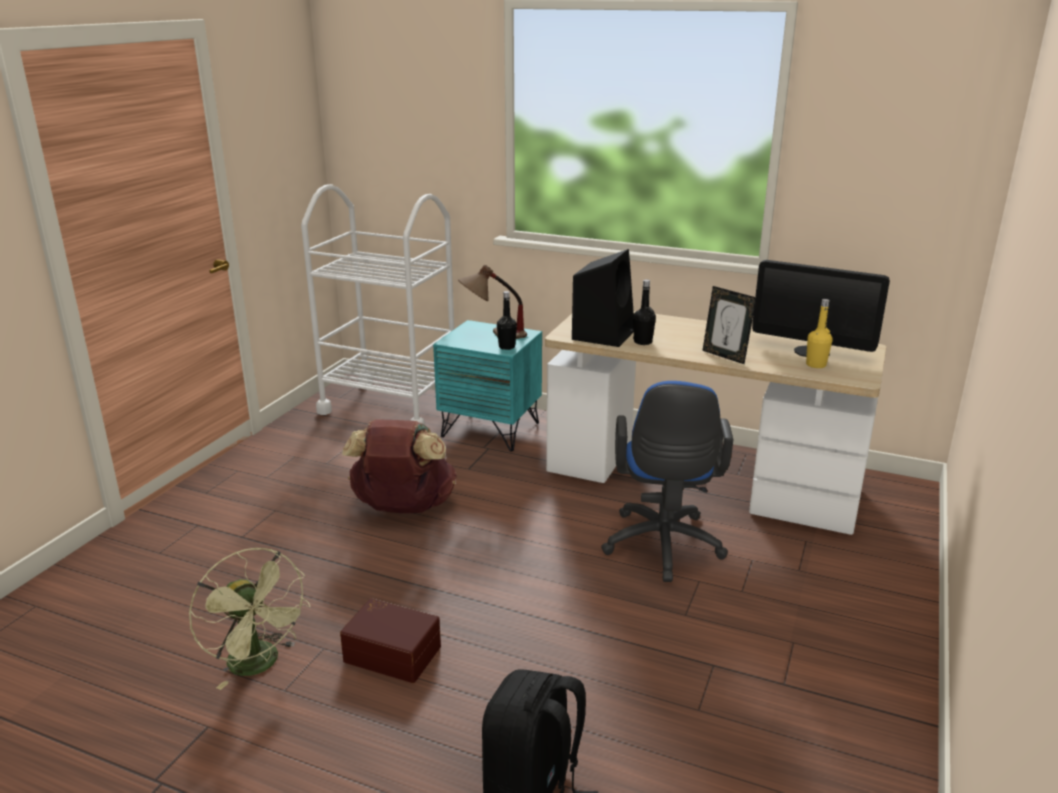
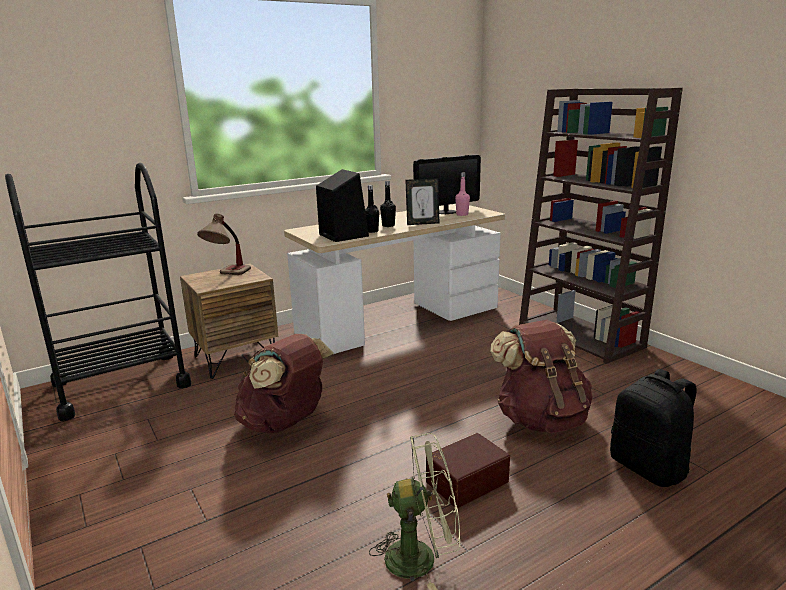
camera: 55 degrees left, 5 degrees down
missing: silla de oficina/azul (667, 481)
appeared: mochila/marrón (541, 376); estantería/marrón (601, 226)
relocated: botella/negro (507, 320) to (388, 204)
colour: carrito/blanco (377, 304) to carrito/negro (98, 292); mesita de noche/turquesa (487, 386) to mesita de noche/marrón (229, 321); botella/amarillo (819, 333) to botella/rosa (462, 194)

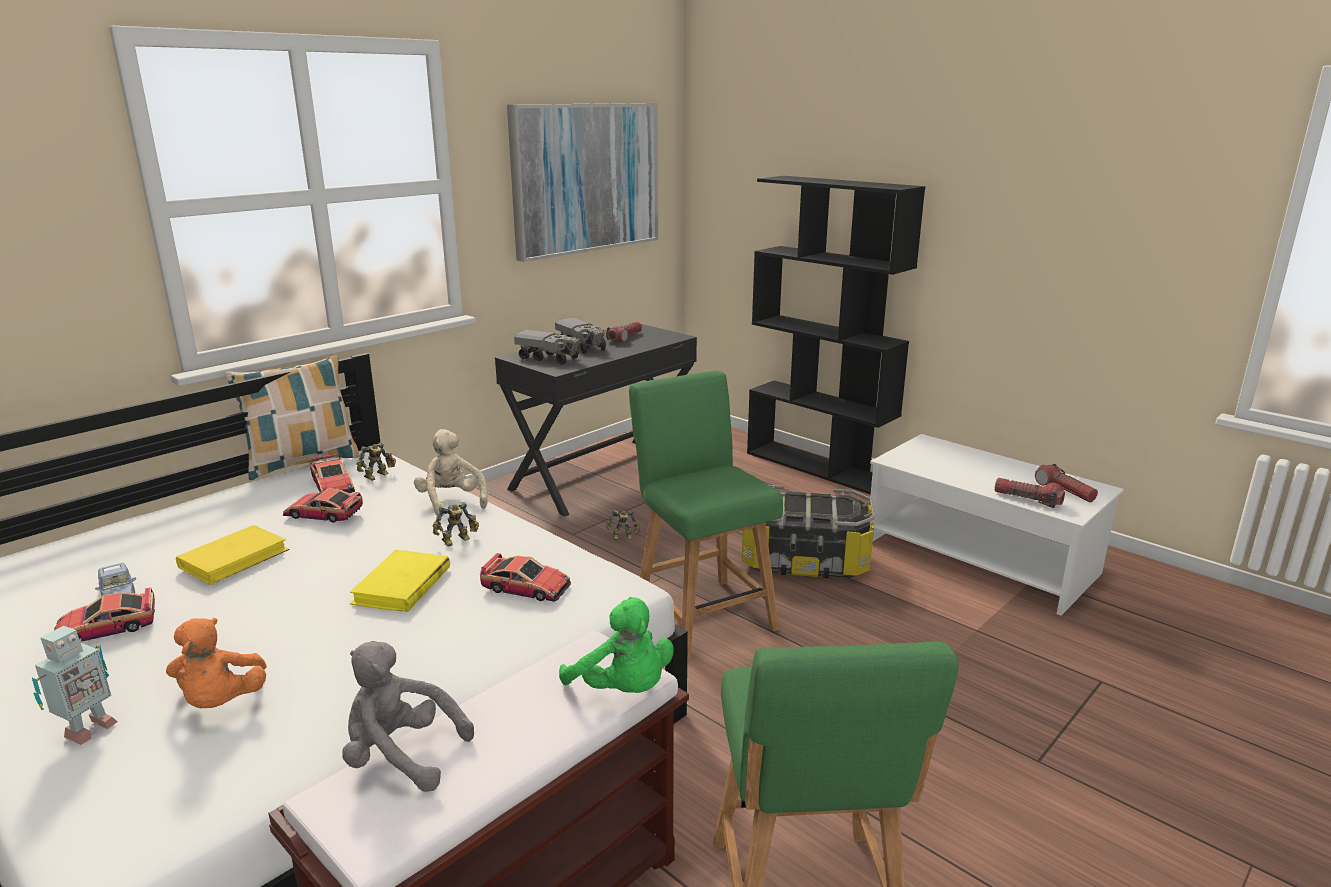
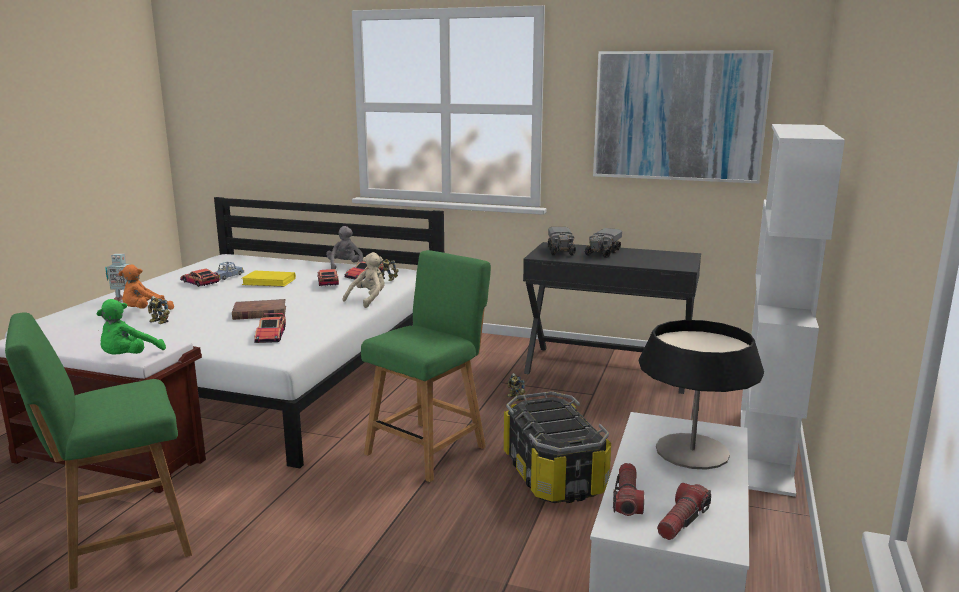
camera: 65 degrees right, 5 degrees down
missing: cojín (292, 418); linterna (624, 332)
appeared: lámpara de mesa (701, 394)
relocated: robot de juguete (455, 524) to (159, 310); peluche/gris (408, 716) to (344, 247)
colour: libro/amarillo (400, 581) to libro/marrón (259, 309); estantería/negro (836, 335) to estantería/blanco (793, 310)

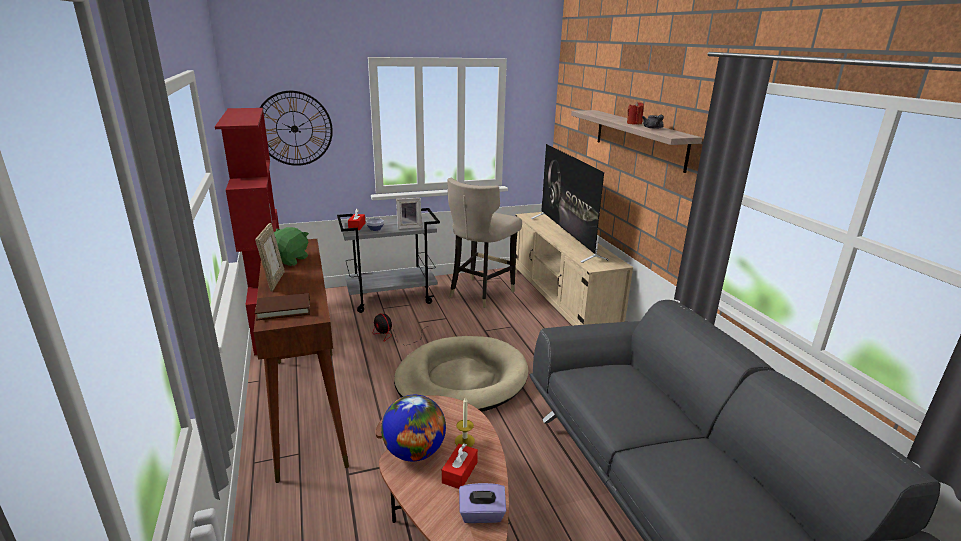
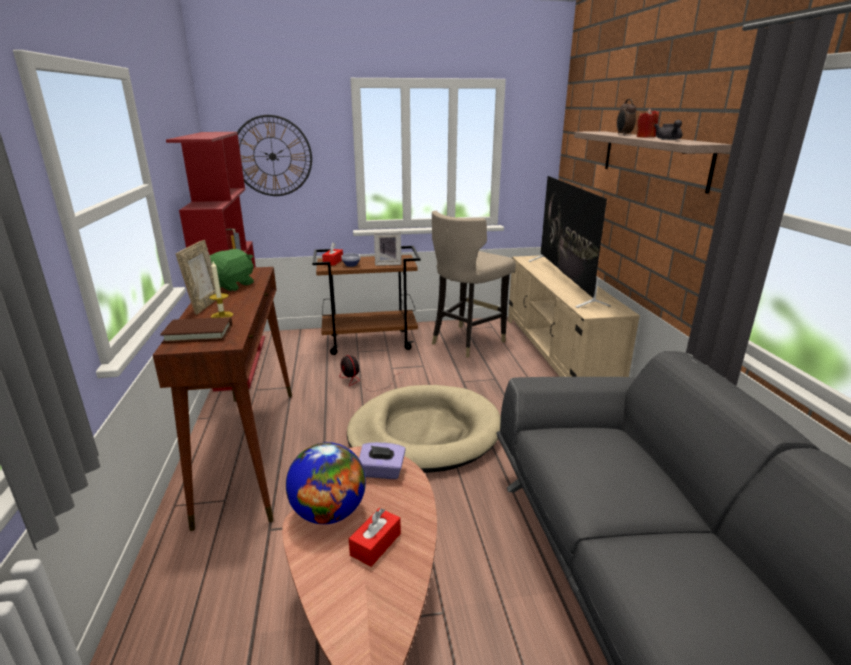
camera: 10 degrees right, 0 degrees up
appeared: despertador (626, 117)
relocated: vela (465, 422) to (221, 290); caja de pañuelos/morado (482, 503) to (382, 460)
colour: carrito/gris (388, 260) to carrito/marrón (366, 300)

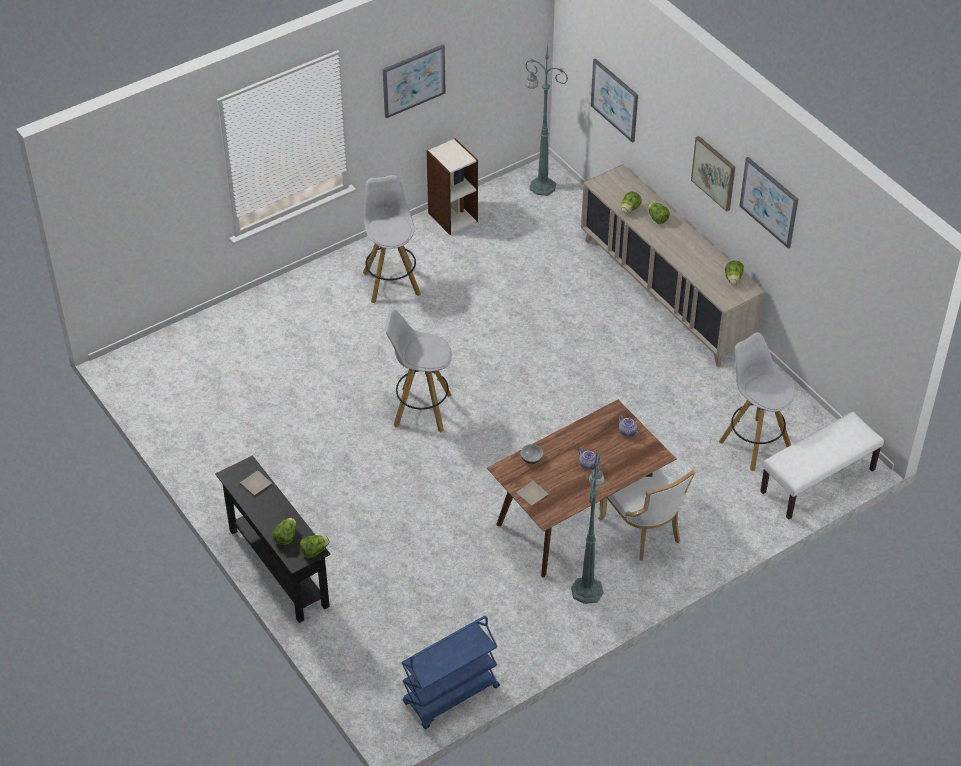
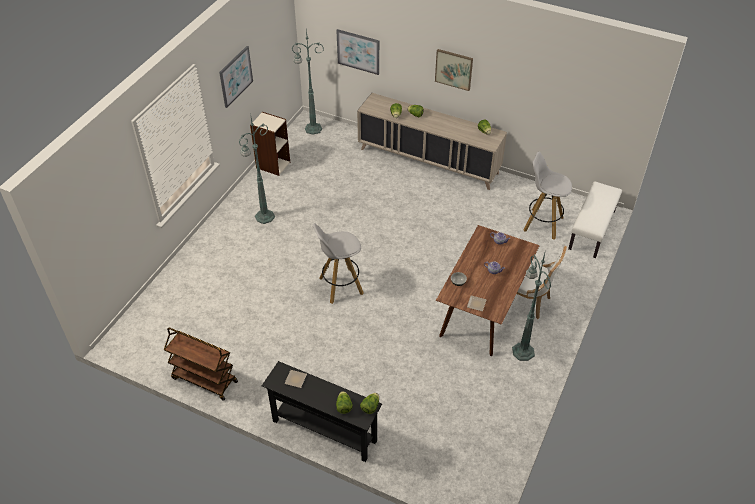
camera: 30 degrees left, 0 degrees up
missing: carrito/azul (451, 672); cuadro (768, 203)
appeared: carrito/marrón (201, 364)
exchanged: taburete/blanco (392, 239) to lámpara de pie/verde (257, 168)

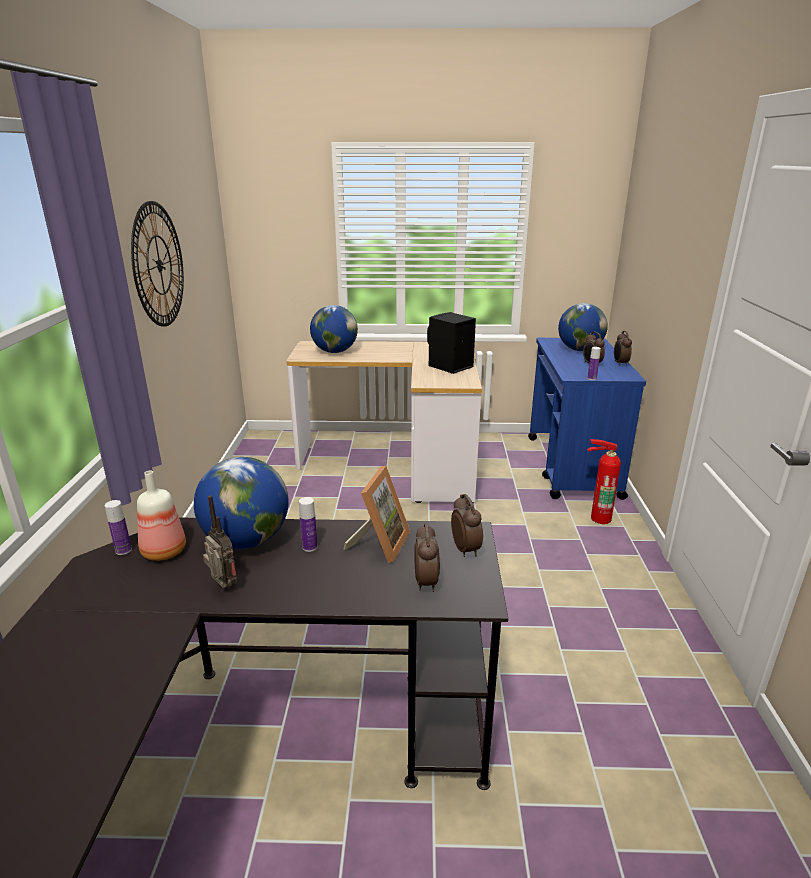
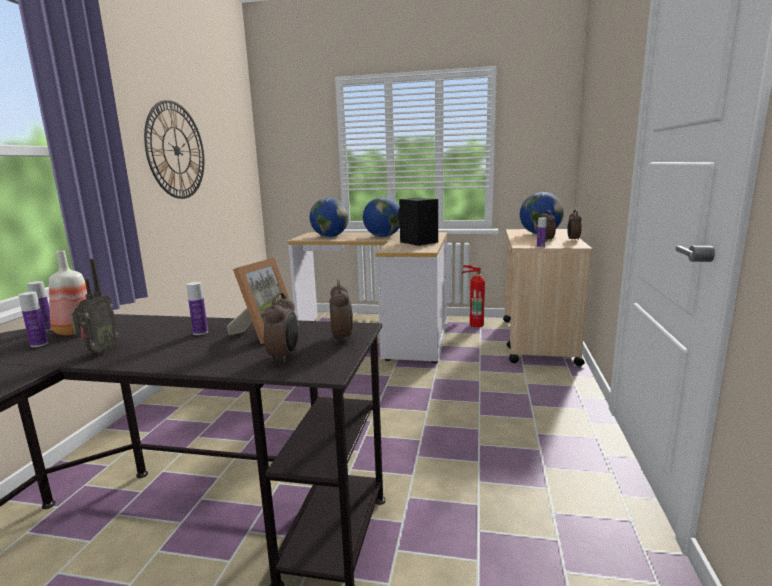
camera: 10 degrees right, 10 degrees down
appeared: botella (33, 319)
relocated: globo terráqueo (241, 503) to (381, 217); extintor (604, 481) to (473, 296)
colour: carrito/azul (587, 419) to carrito/beis (547, 297)
spun: radio (220, 541) = (94, 306) 45 degrees clockwise

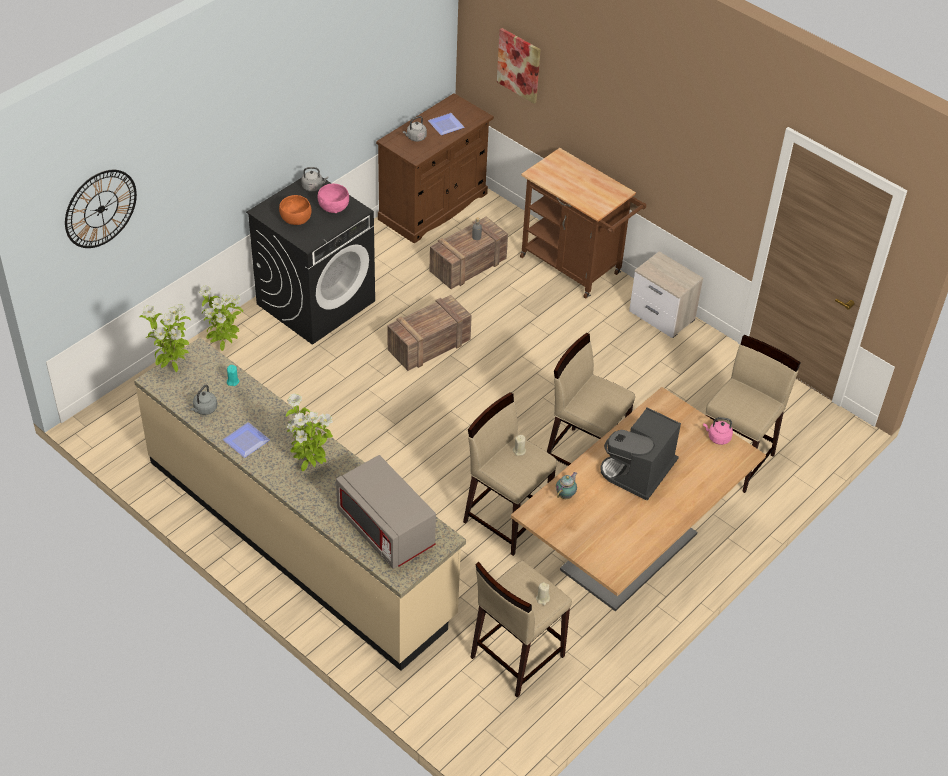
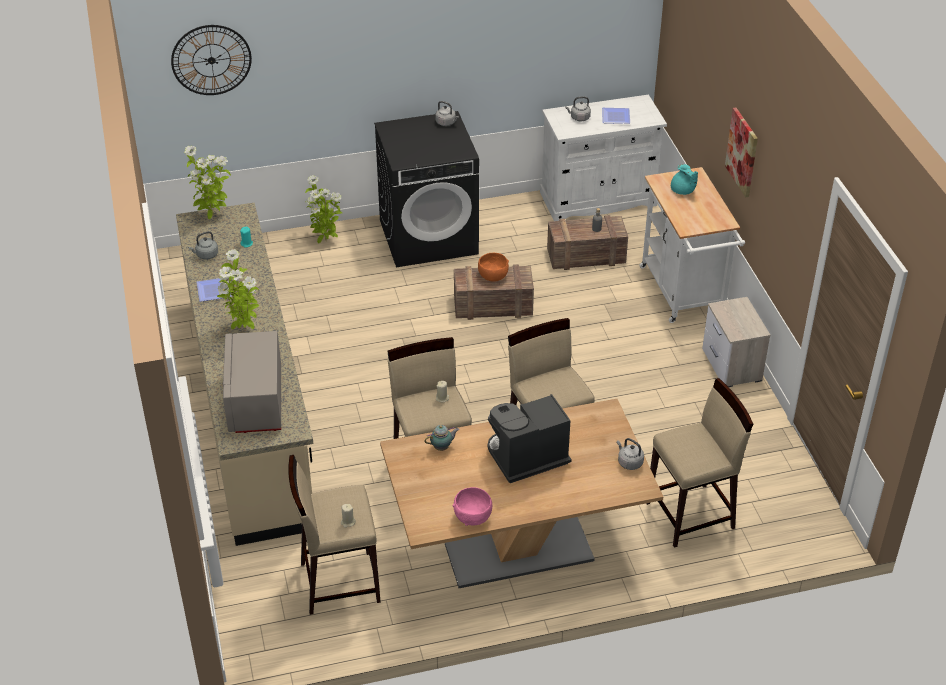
camera: 35 degrees right, 5 degrees down
appeared: tetera/turquesa (684, 179)
relocated: cuenco/rosa (333, 198) to (472, 506); cuenco/naranja (295, 210) to (493, 267); cuadro (519, 66) to (741, 152)
colour: armario/marrón (435, 168) to armario/blanco (603, 157); hervidor/rosa (718, 431) to hervidor/gris (630, 454); carrito/marrón (583, 223) to carrito/blanco (692, 245)

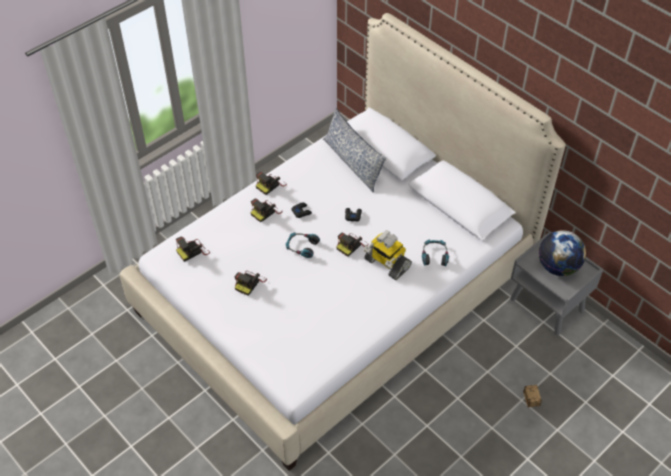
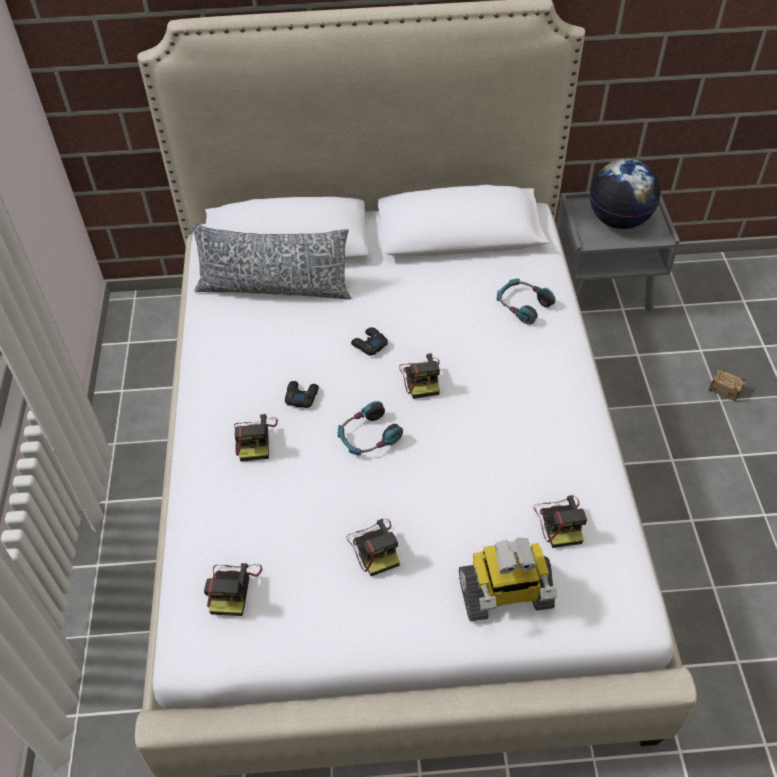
camera: 50 degrees left, 0 degrees up
relocated: robot de juguete (388, 255) to (508, 579); cámara (271, 183) to (560, 521)

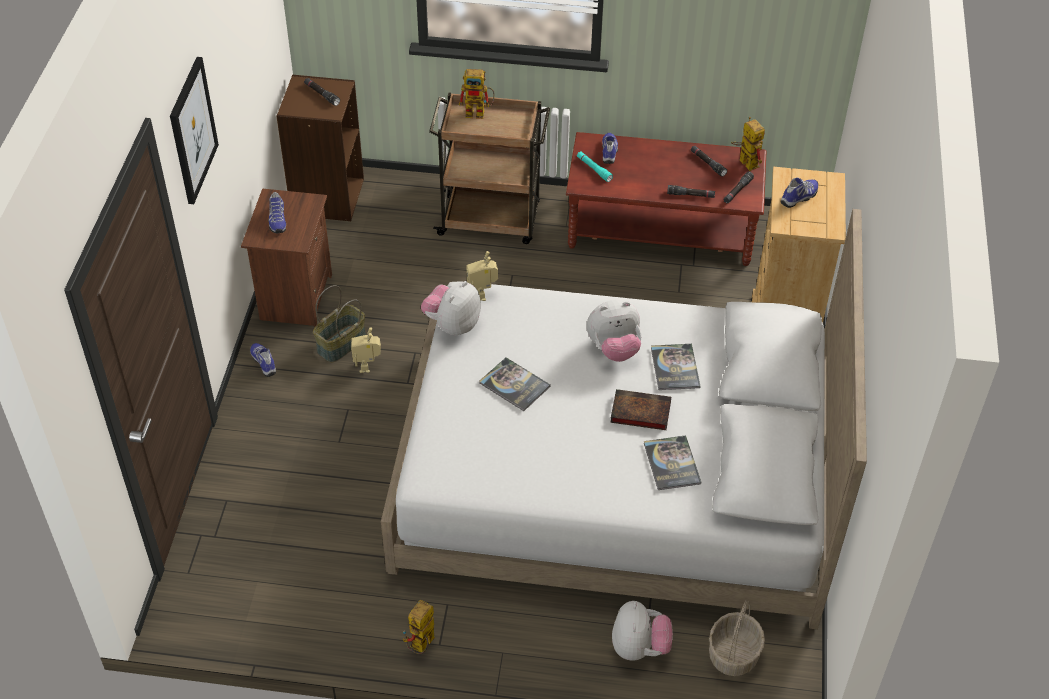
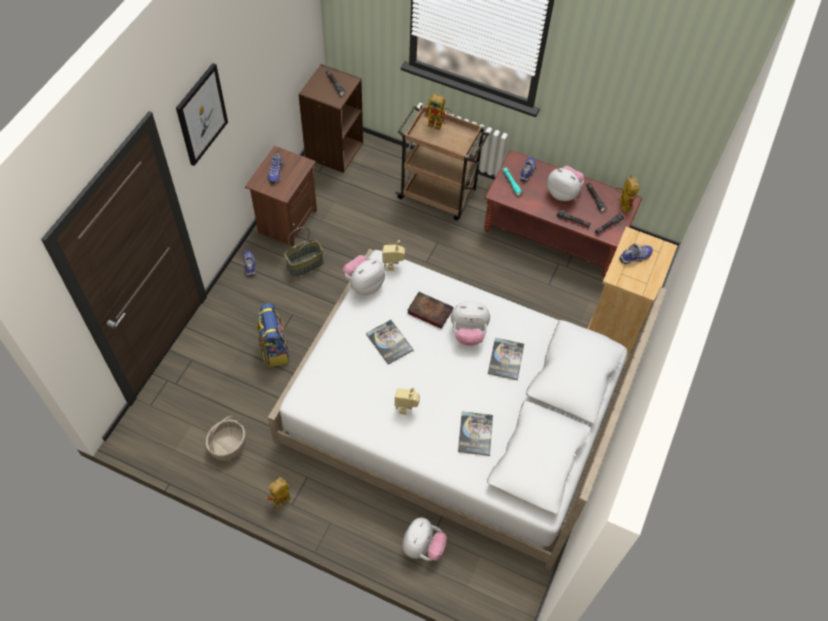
camera: 15 degrees right, 10 degrees up
appeared: mochila (273, 335); peluche (566, 183)
relocated: cesta (737, 638) to (225, 438); robot de juguete (366, 350) to (407, 401); libro (640, 409) to (430, 310)

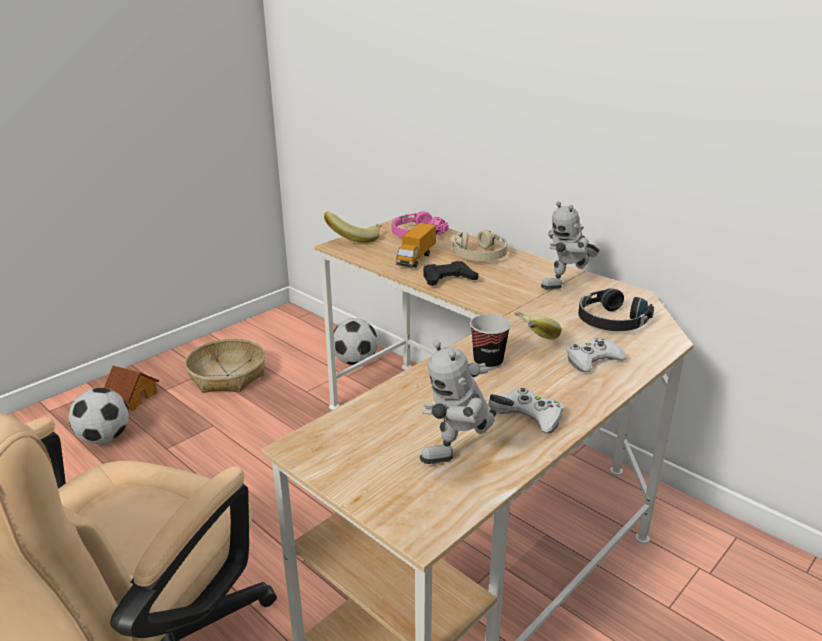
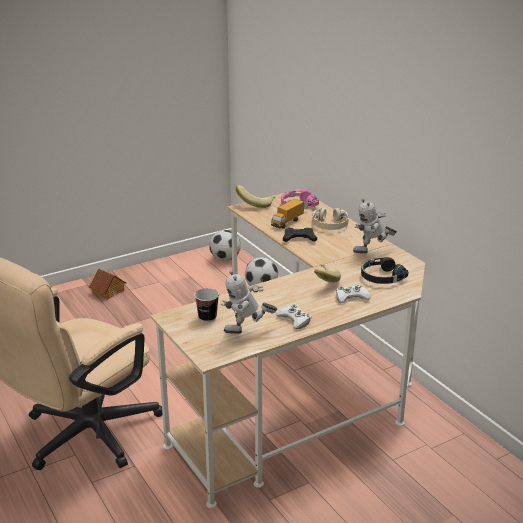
camera: 15 degrees right, 0 degrees up
missing: cesta (225, 365)
relocated: taza (490, 341) to (206, 305); balón de fútbol (99, 416) to (225, 245)

